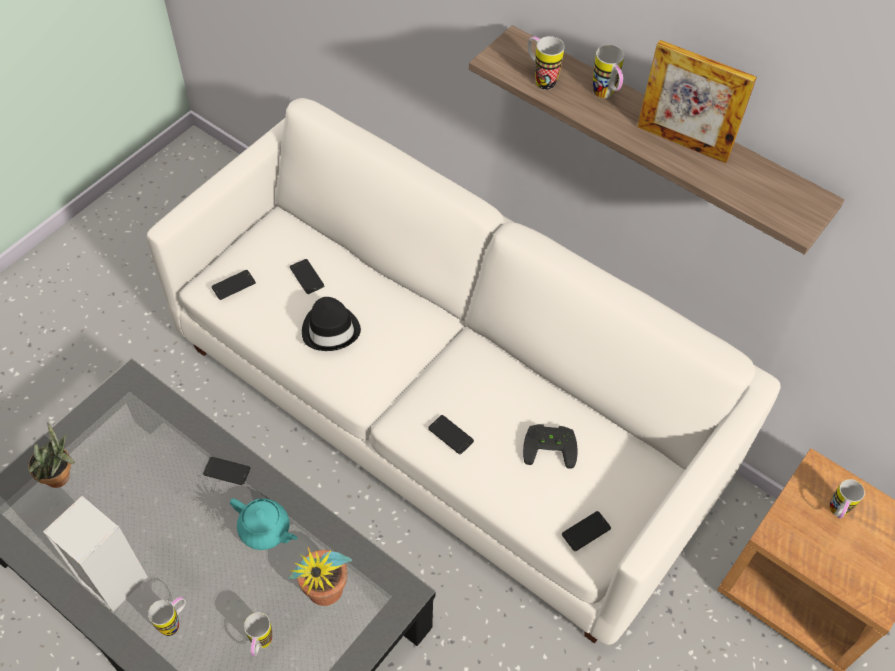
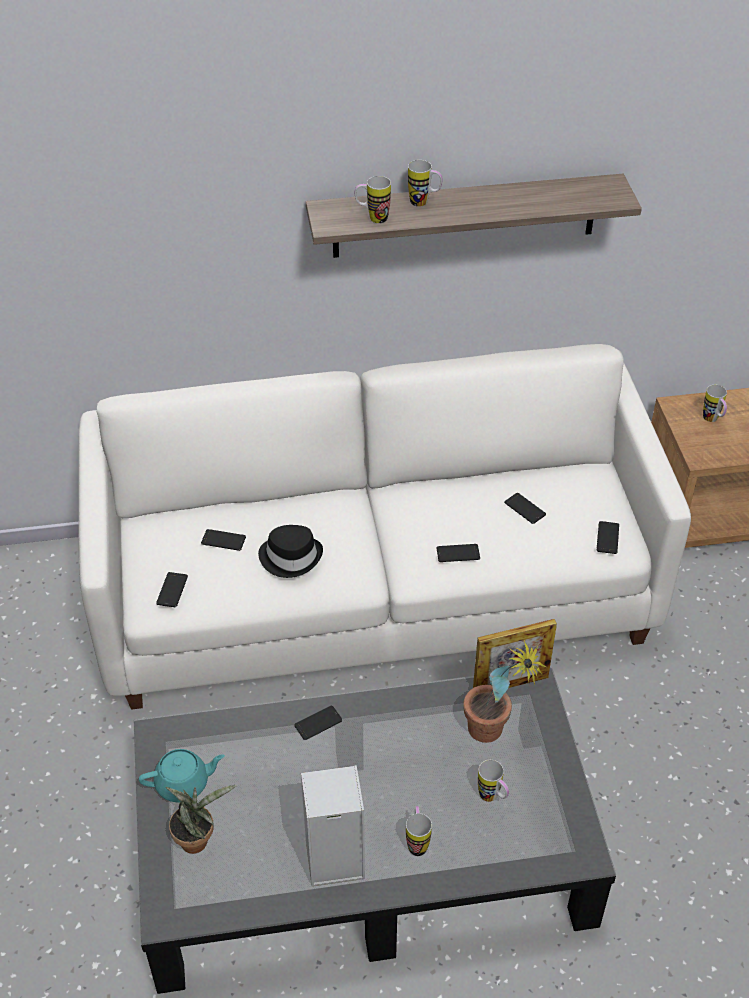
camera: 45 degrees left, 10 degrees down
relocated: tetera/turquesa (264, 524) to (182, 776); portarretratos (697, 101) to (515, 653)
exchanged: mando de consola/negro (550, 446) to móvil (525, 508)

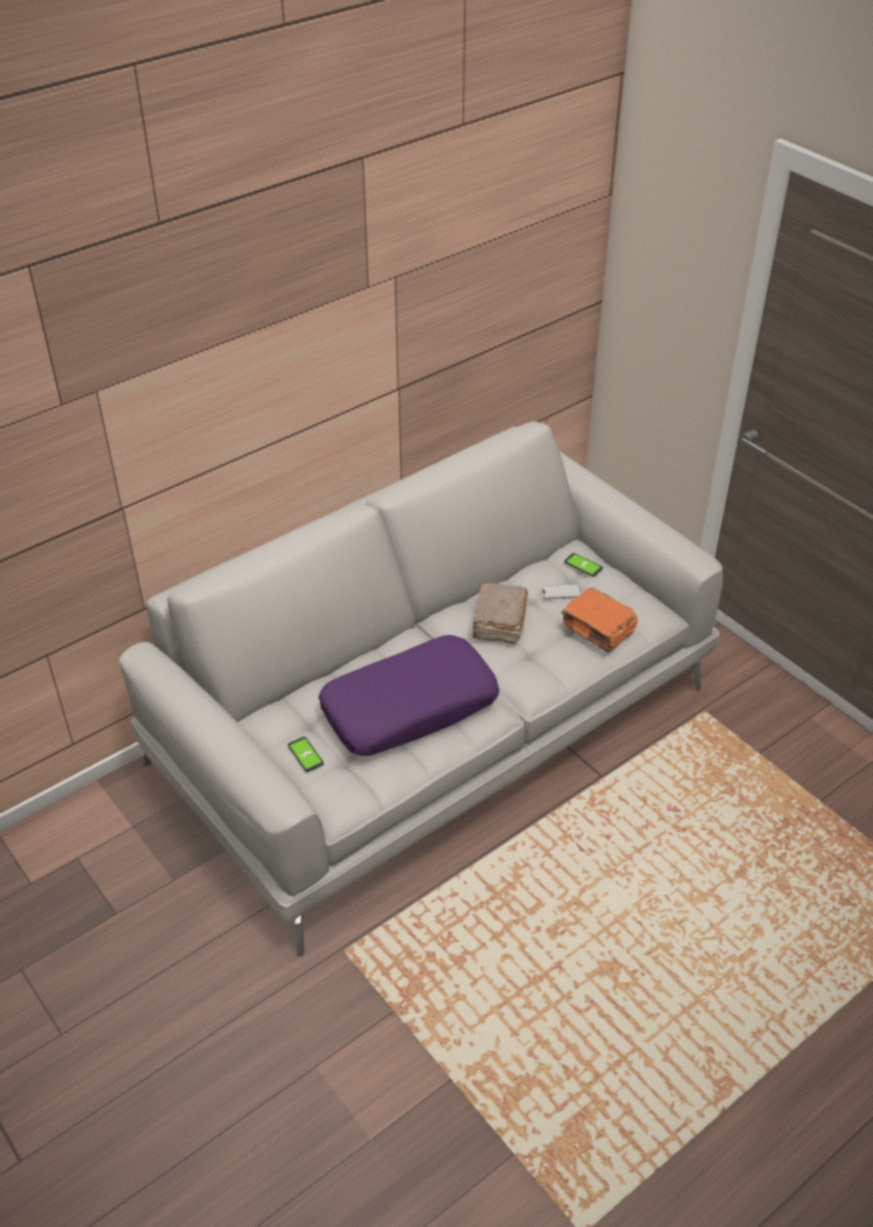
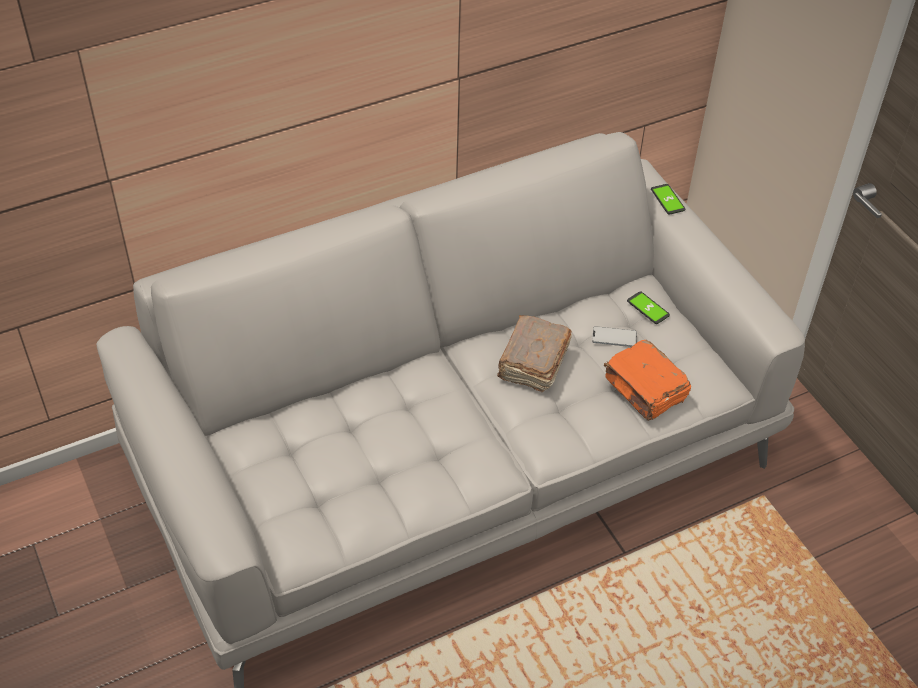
camera: 10 degrees right, 5 degrees up
missing: cojín/morado (409, 695)
relocated: móvil (306, 754) to (668, 199)

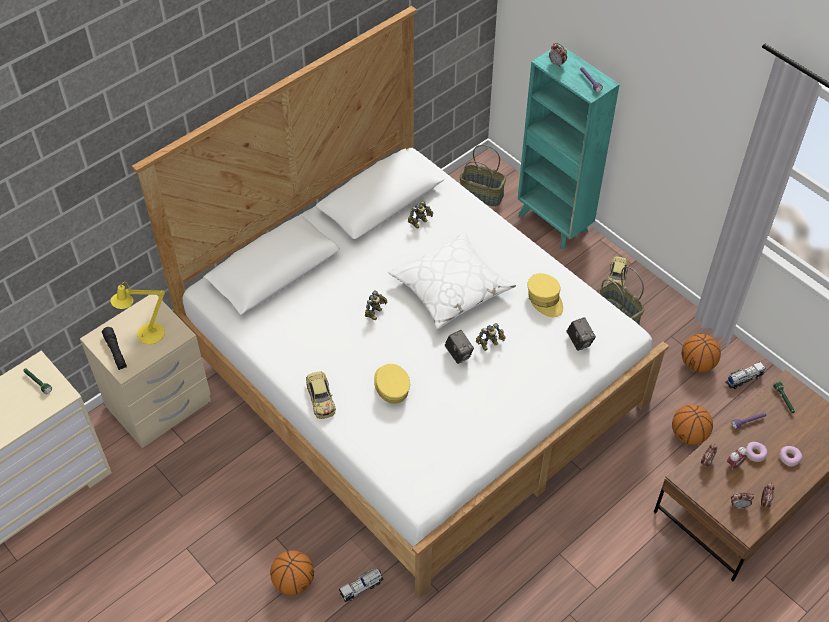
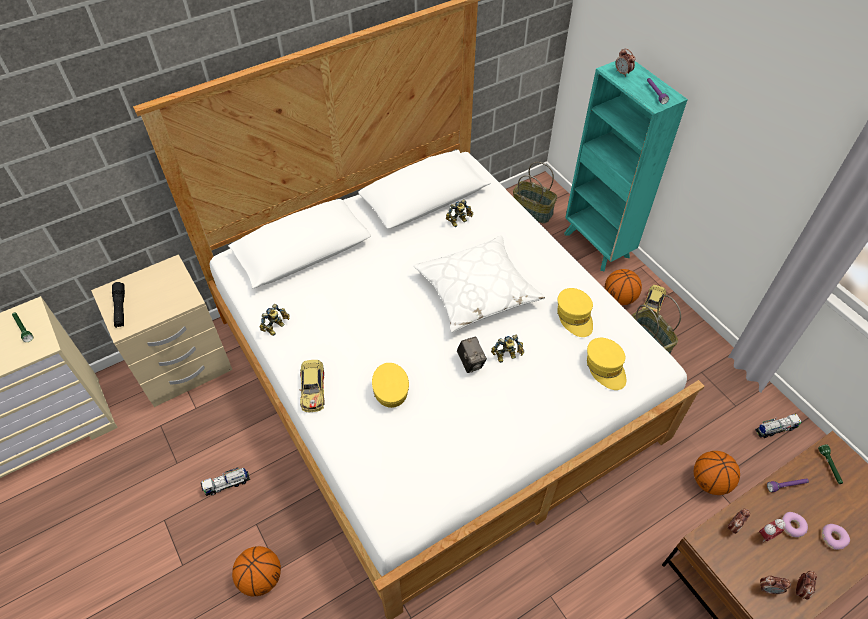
camera: 10 degrees right, 0 degrees up
missing: lámpara de mesa/amarillo (138, 313)
relocated: camión de juguete (361, 585) to (225, 481); robot de juguete (376, 305) to (275, 320); balón de baloncesto (701, 353) to (623, 287)
exchanged: cámara (581, 334) to gorra/amarillo (606, 364)

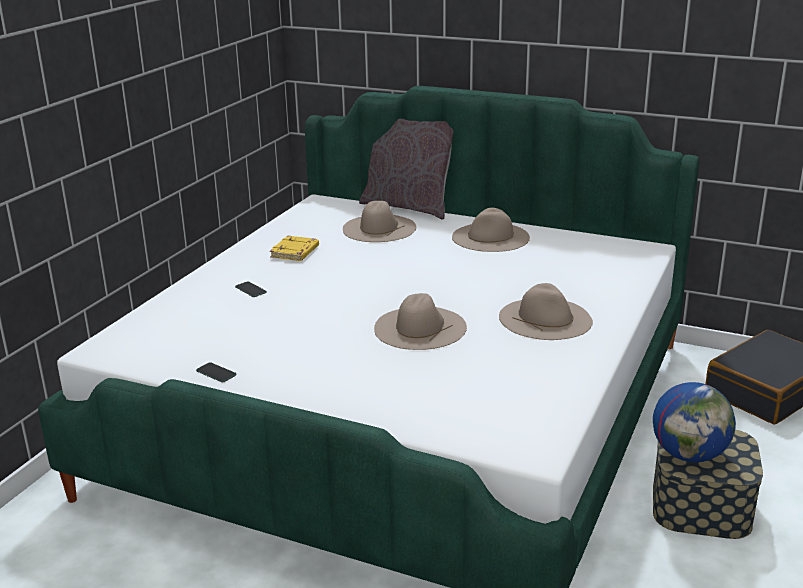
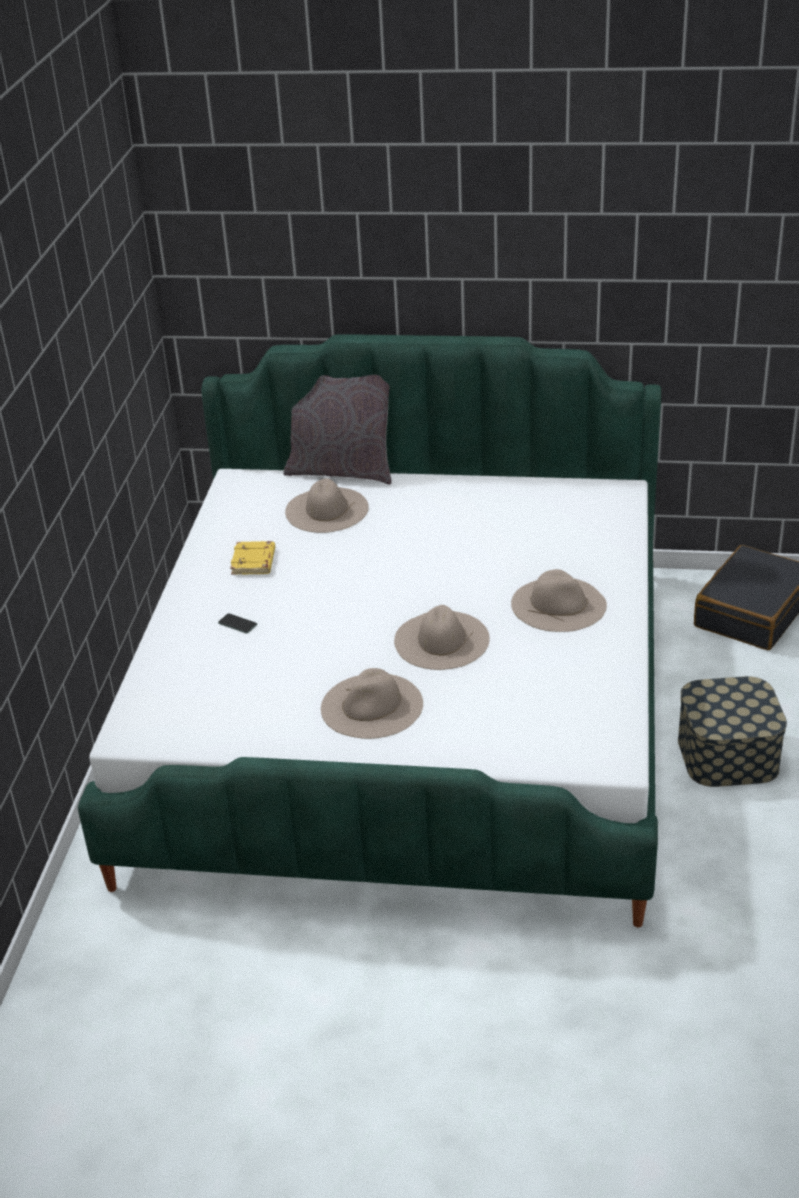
camera: 15 degrees left, 10 degrees up
missing: móvil (216, 372); globo terráqueo (694, 422)
relocated: sombrero/beis (491, 230) to (372, 703)

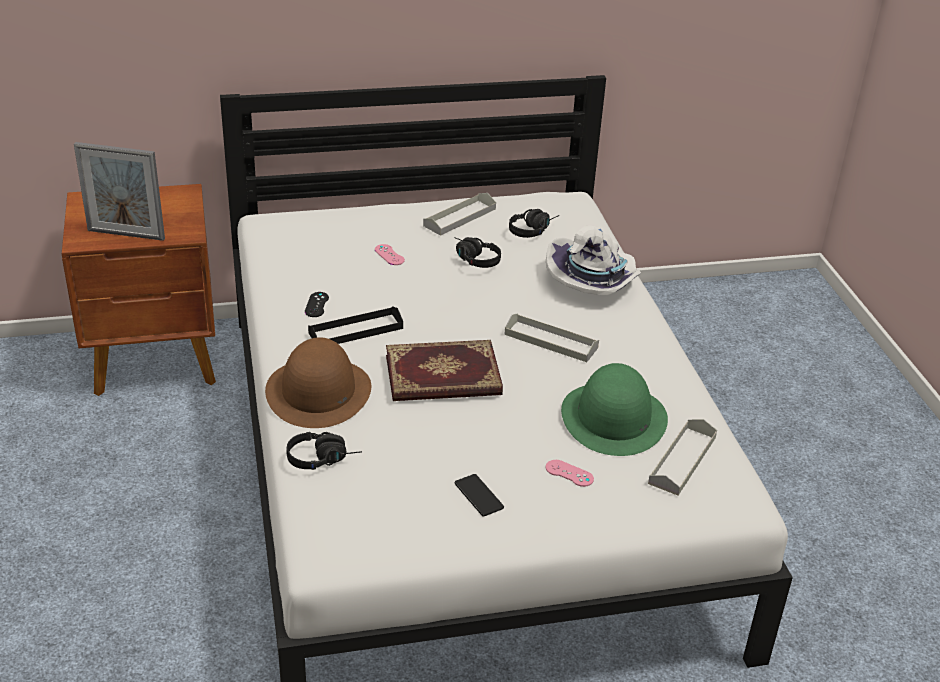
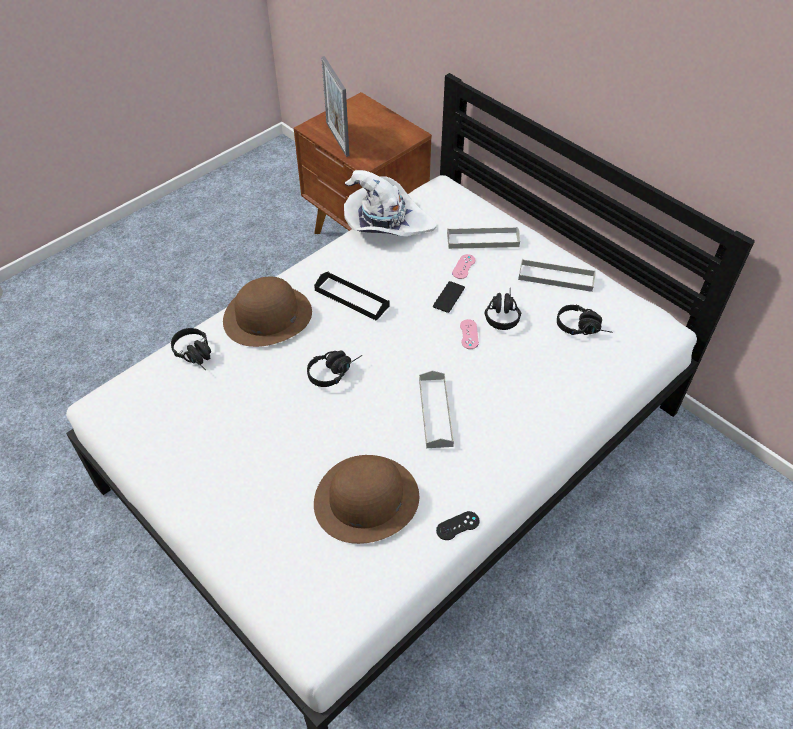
camera: 60 degrees right, 15 degrees up
relocated: sombrero/blanco (593, 260) to (390, 203); móvil (479, 495) to (449, 297); mando de consola/negro (317, 304) to (458, 525); bandeja/gris (682, 457) to (483, 238); mando de consola/rosa (570, 473) to (469, 334)
exchanged: libro (444, 370) to auriculares/negro (334, 369)
colour: sombrero/verde (614, 409) to sombrero/marrón (366, 499)

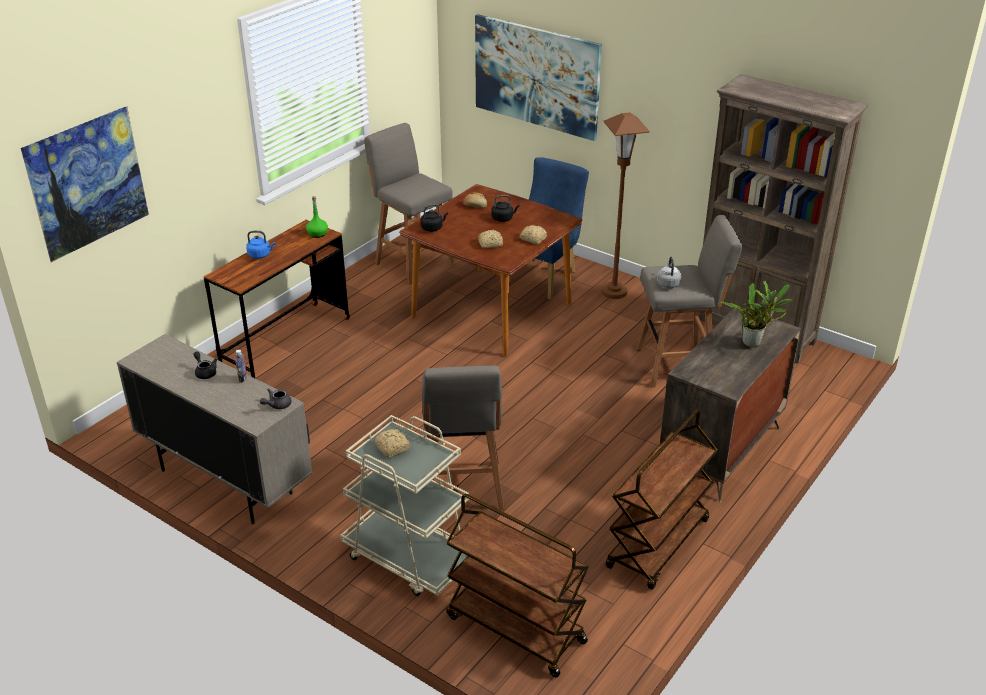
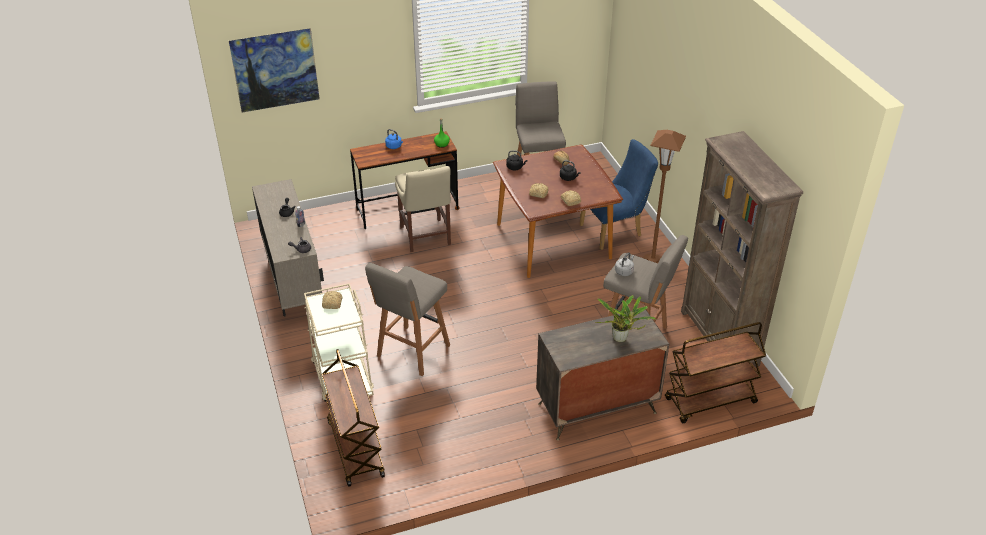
camera: 35 degrees right, 5 degrees up
missing: cuadro (538, 77)
appeared: silla/beis (423, 209)
relocated: carrito/marrón (662, 499) to (715, 372)

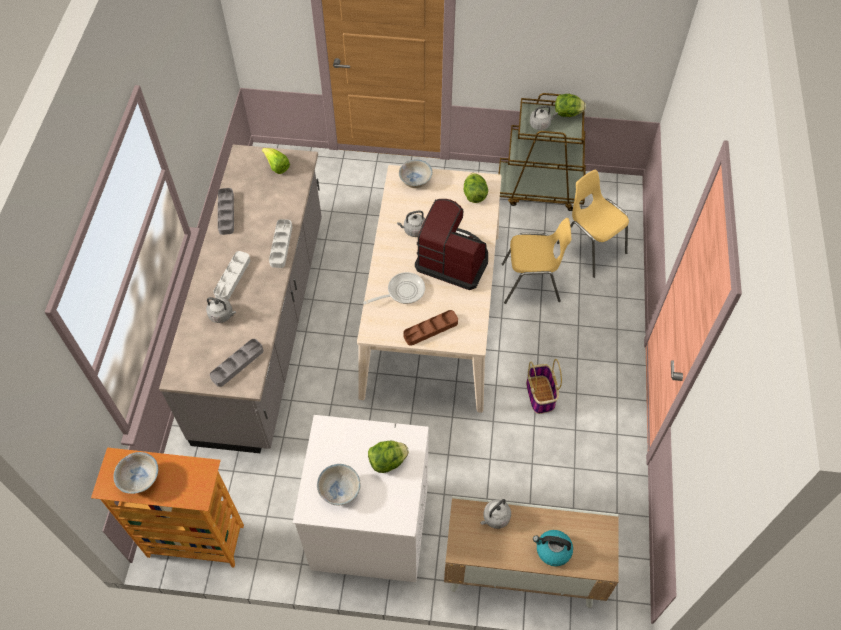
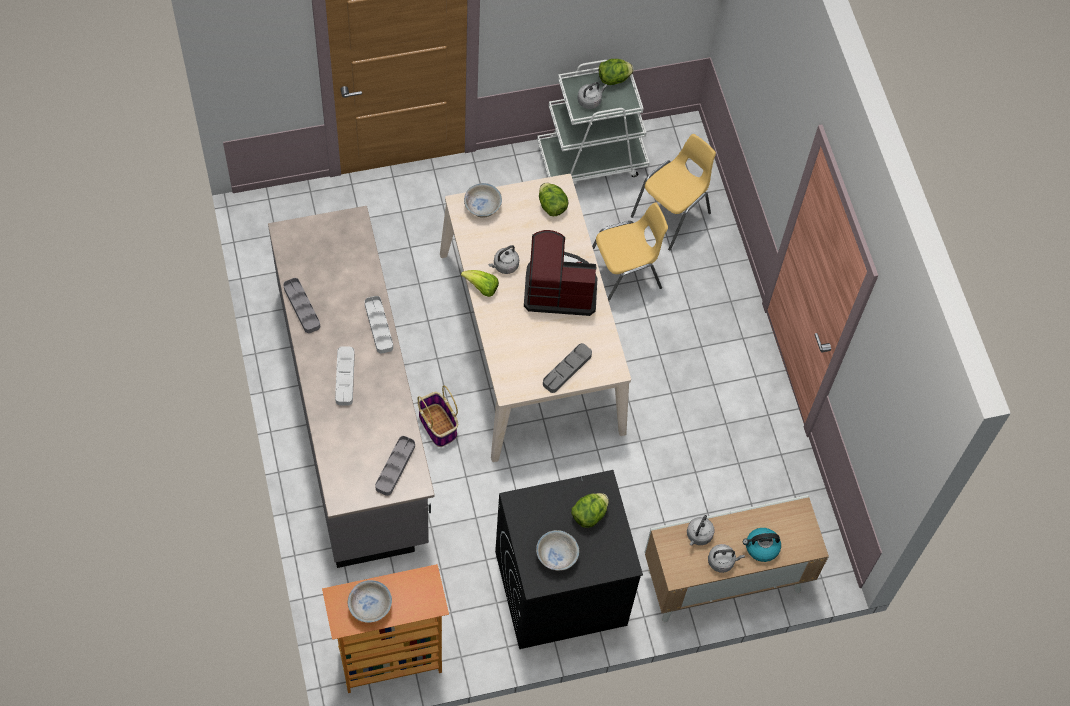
camera: 25 degrees left, 5 degrees up
missing: sartén (394, 288)
relocated: cesta (544, 386) to (438, 416); lechuga (276, 161) to (480, 283); hervidor/gris (221, 310) to (726, 558)
colour: lavadora/blanco (361, 498) to lavadora/negro (569, 559); carrito/marrón (542, 152) to carrito/blanco (593, 122); bandeja/marrón (430, 328) to bandeja/gris (567, 368)
spun: silla/amarillo (593, 224) = (673, 192) 105 degrees clockwise

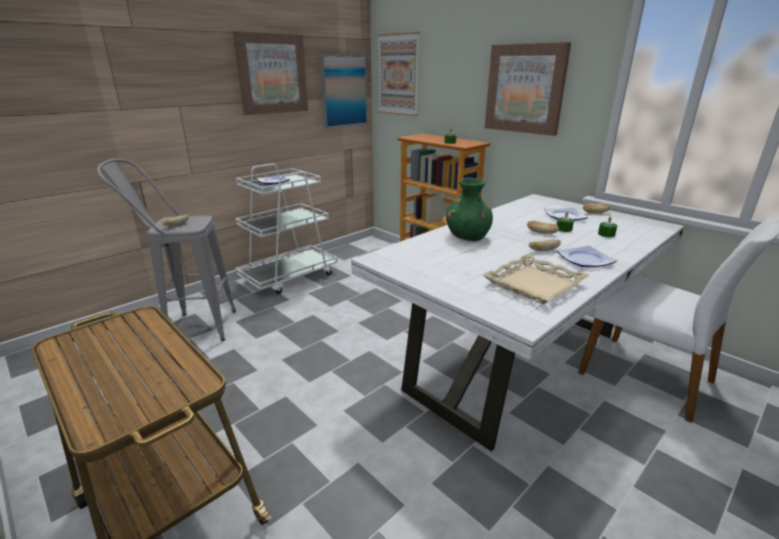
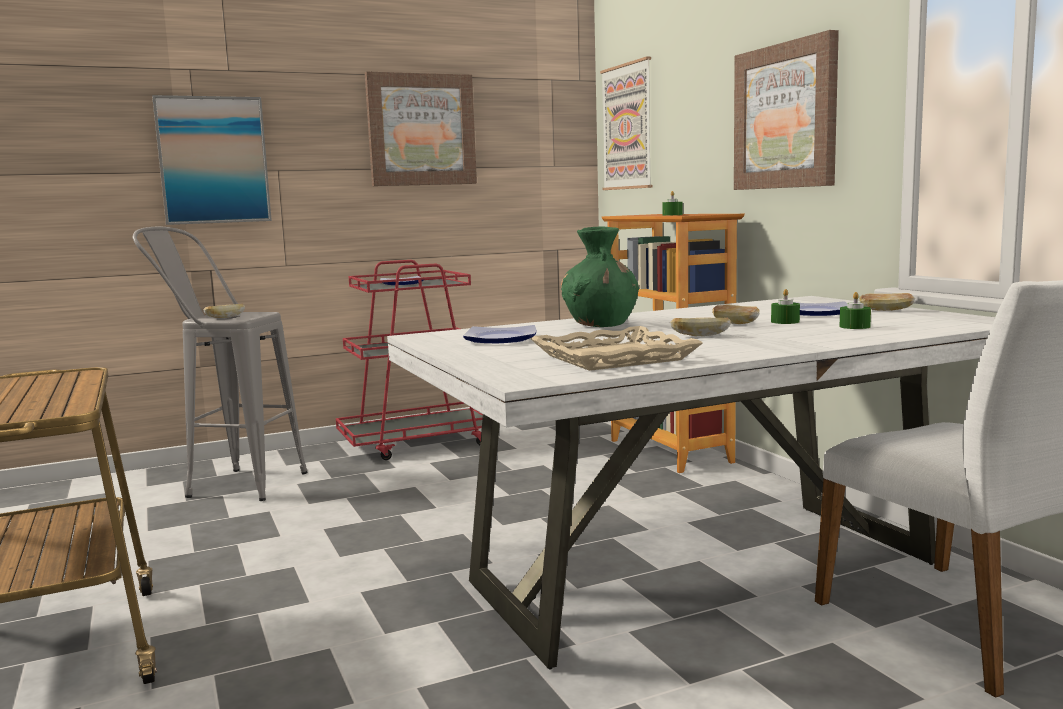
camera: 20 degrees right, 15 degrees down
relocated: cuadro (344, 92) to (212, 160); plato (587, 256) to (499, 334)
colour: carrito/blanco (286, 228) to carrito/rojo (409, 360)

